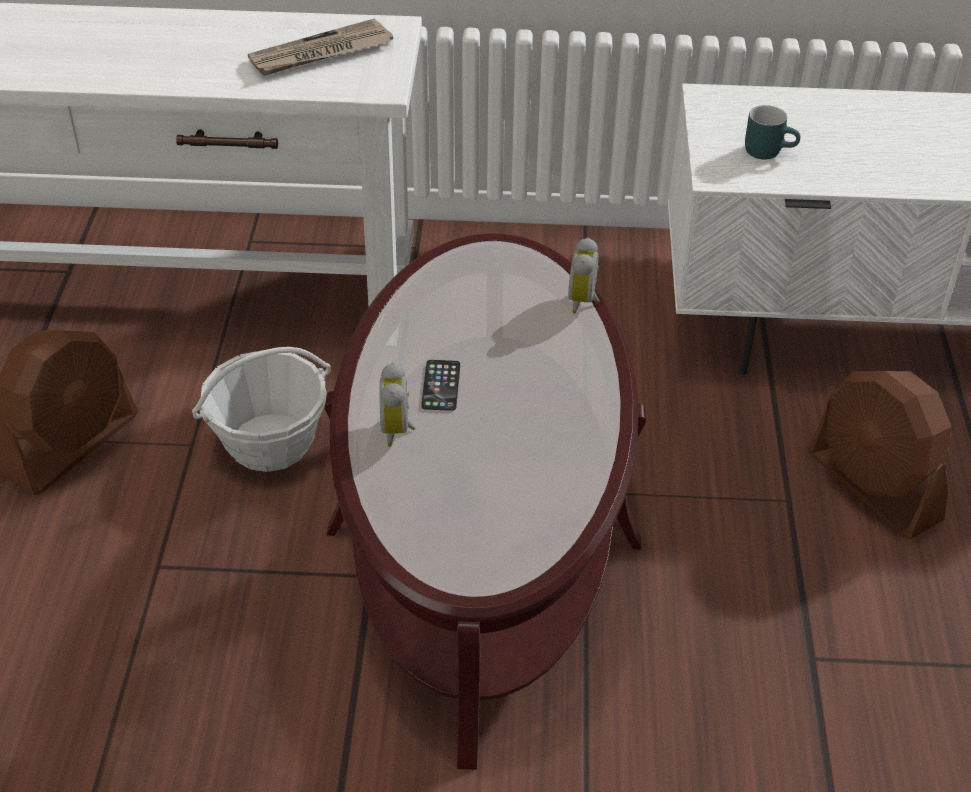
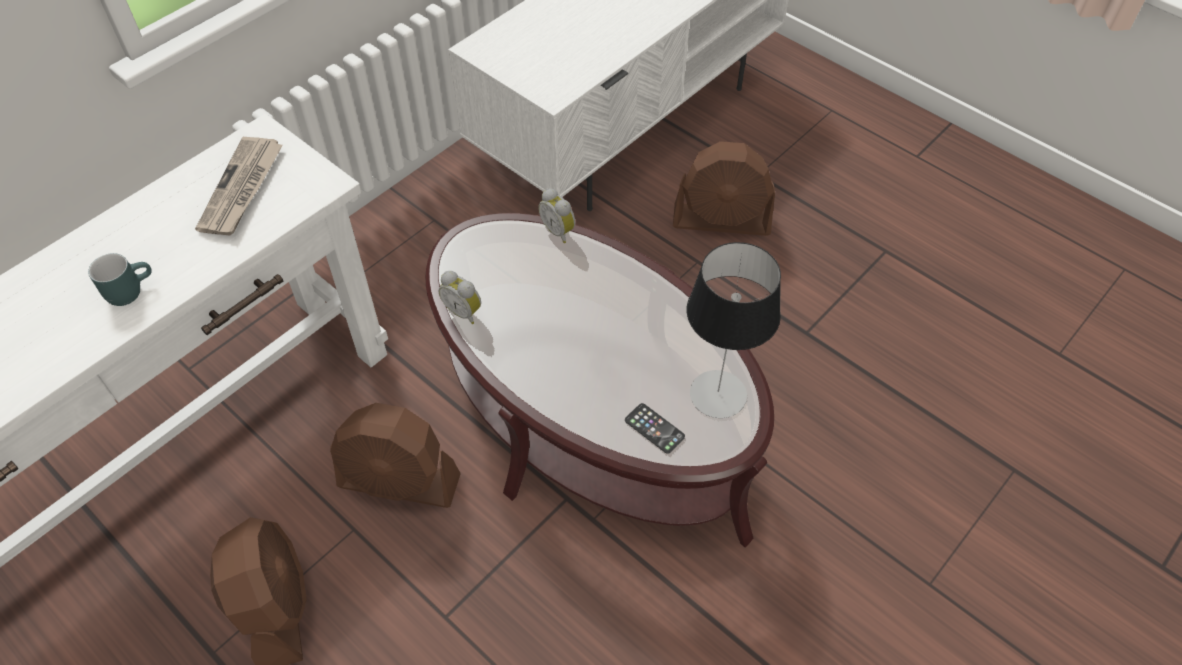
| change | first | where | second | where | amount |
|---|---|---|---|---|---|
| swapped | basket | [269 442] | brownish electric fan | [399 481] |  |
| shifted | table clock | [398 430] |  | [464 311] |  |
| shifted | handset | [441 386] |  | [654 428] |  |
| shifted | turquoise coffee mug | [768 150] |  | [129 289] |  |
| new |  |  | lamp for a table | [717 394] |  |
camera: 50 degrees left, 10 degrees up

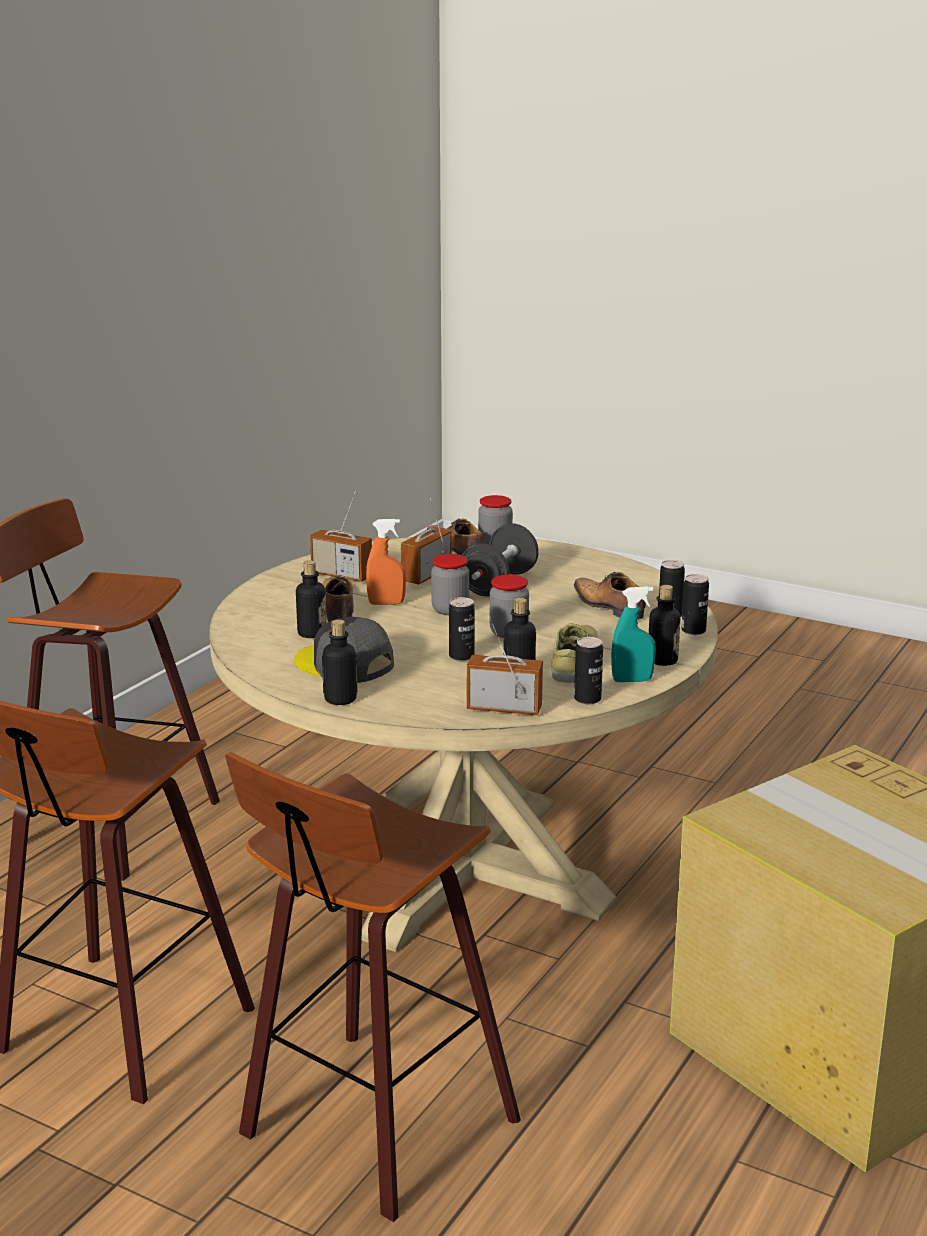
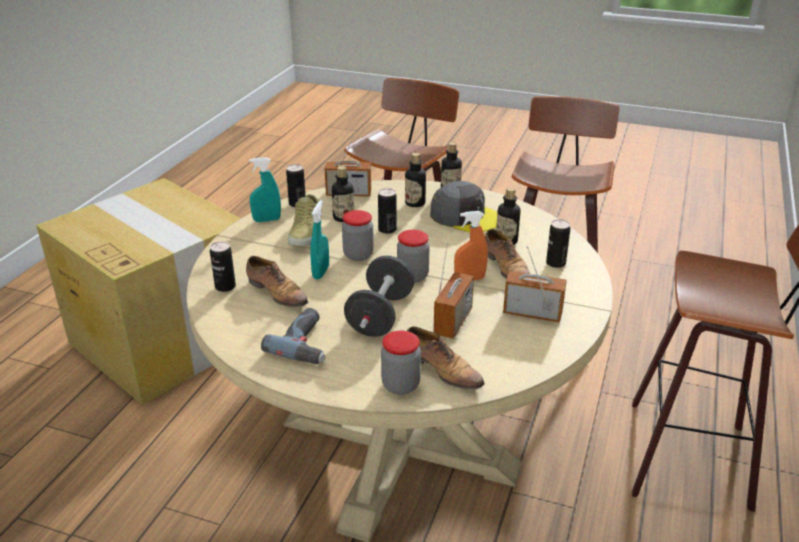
| change | first | where | second | where | amount |
|---|---|---|---|---|---|
| shifted | beverage bottle | [662 660] |  | [415 203] |  |
| shifted | metal can | [693 631] |  | [555 263] |  |
| new |  |  | electric drill | [307 343] |  |
| new |  |  | turquoise sprayer | [321 272] |  |
camera: 170 degrees right, 10 degrees up

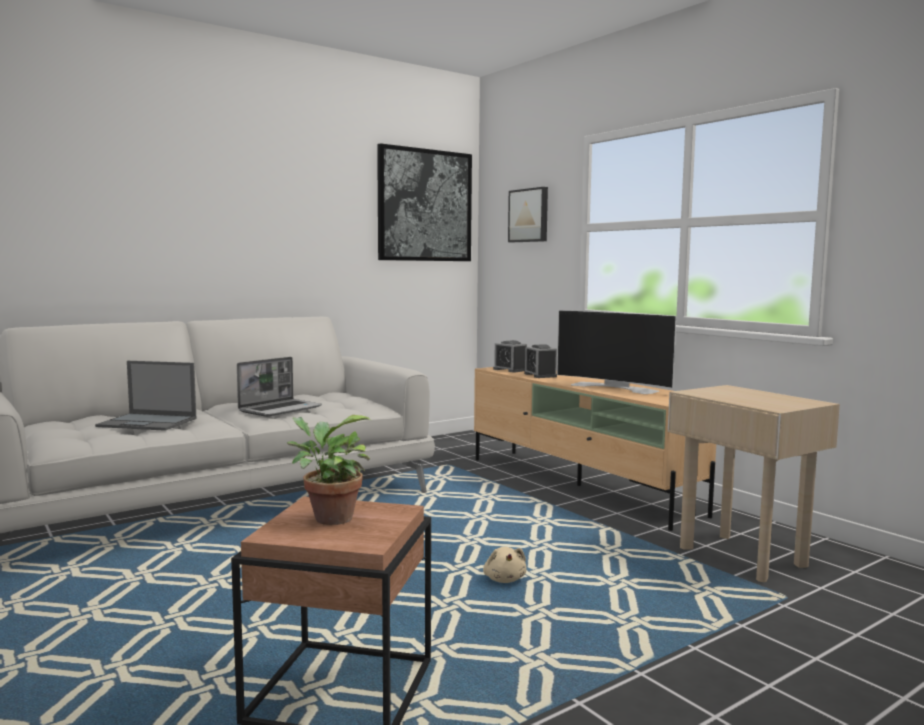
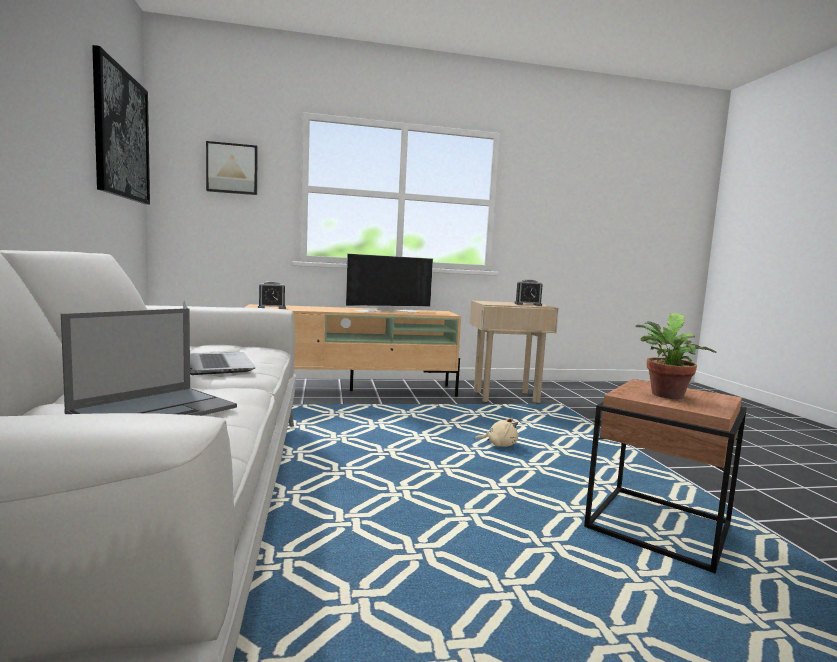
| change | first | where | second | where | amount |
|---|---|---|---|---|---|
| shifted | table clock | [540 375] |  | [528 304] |  |
camera: 65 degrees left, 0 degrees up

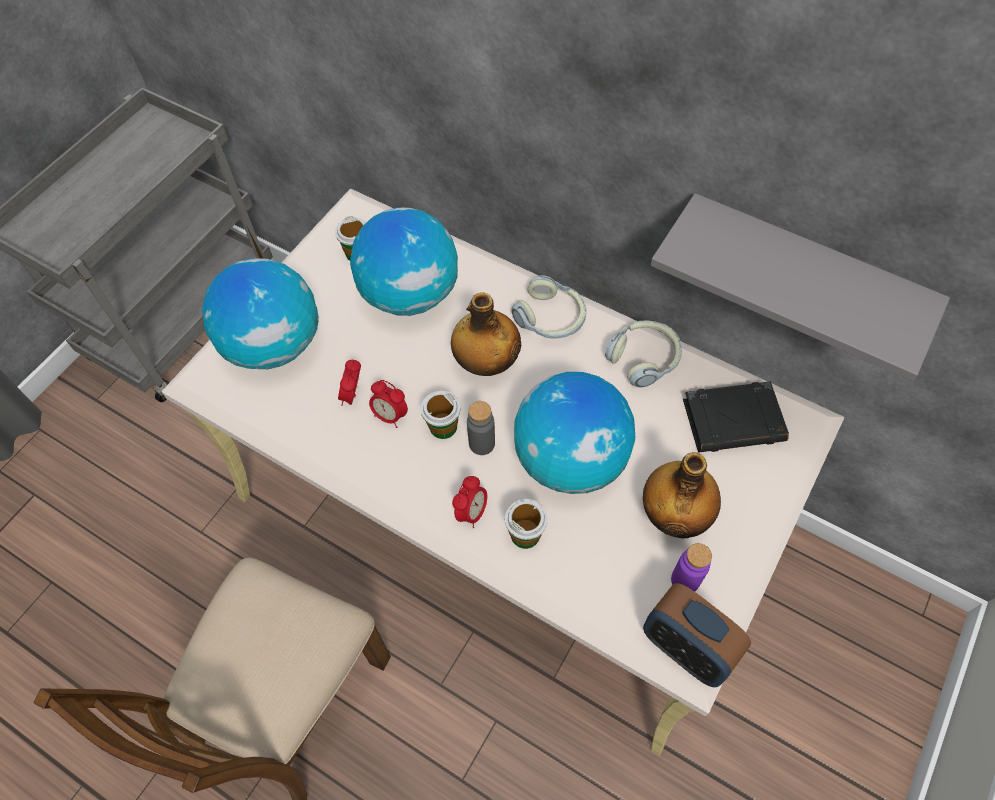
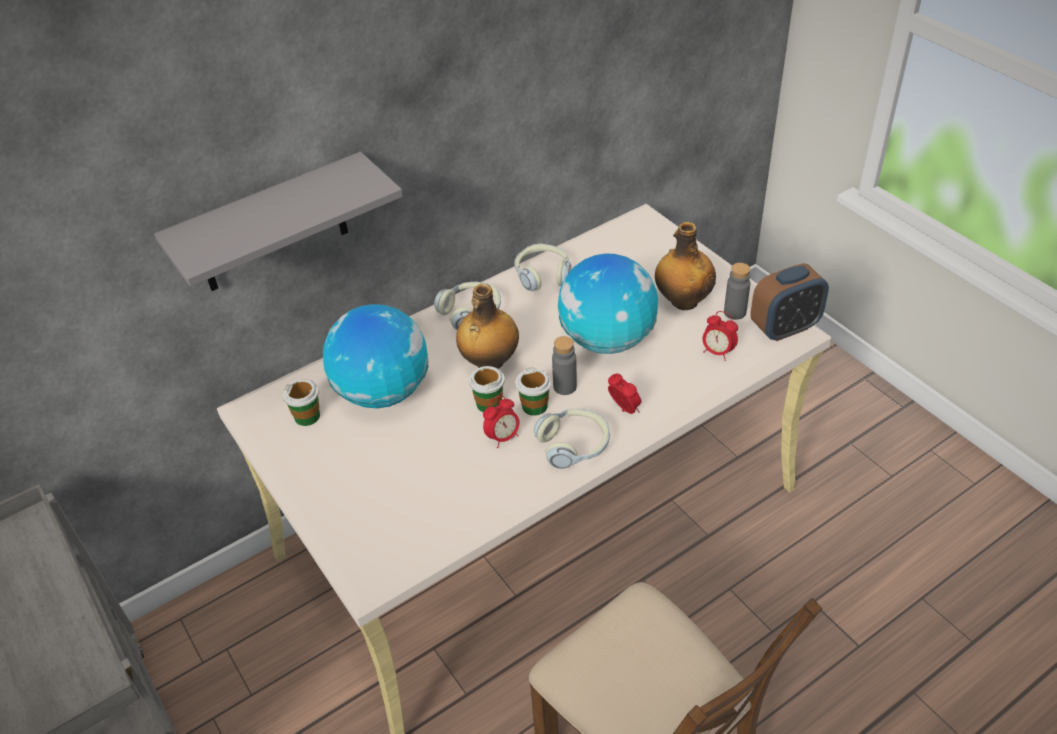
| change | first | where | second | where | amount |
|---|---|---|---|---|---|
| gone | world globe | [274 344] |  |  |  |
| shifted | table clock | [353 395] |  | [717 352] |  |
| shifted | drinking cup | [525 534] |  | [489 403] |  |
| shifted | greyish bracket shelf | [801 275] |  | [271 226] |  |
| repainted | purple beverage bottle | [685 580] | greyish beverage bottle | [735 312] |  |
| gone | blackish volume | [734 420] |  |  |  |
| new |  |  | pair of headphones | [574 445] |  |
camera: 65 degrees left, 15 degrees down

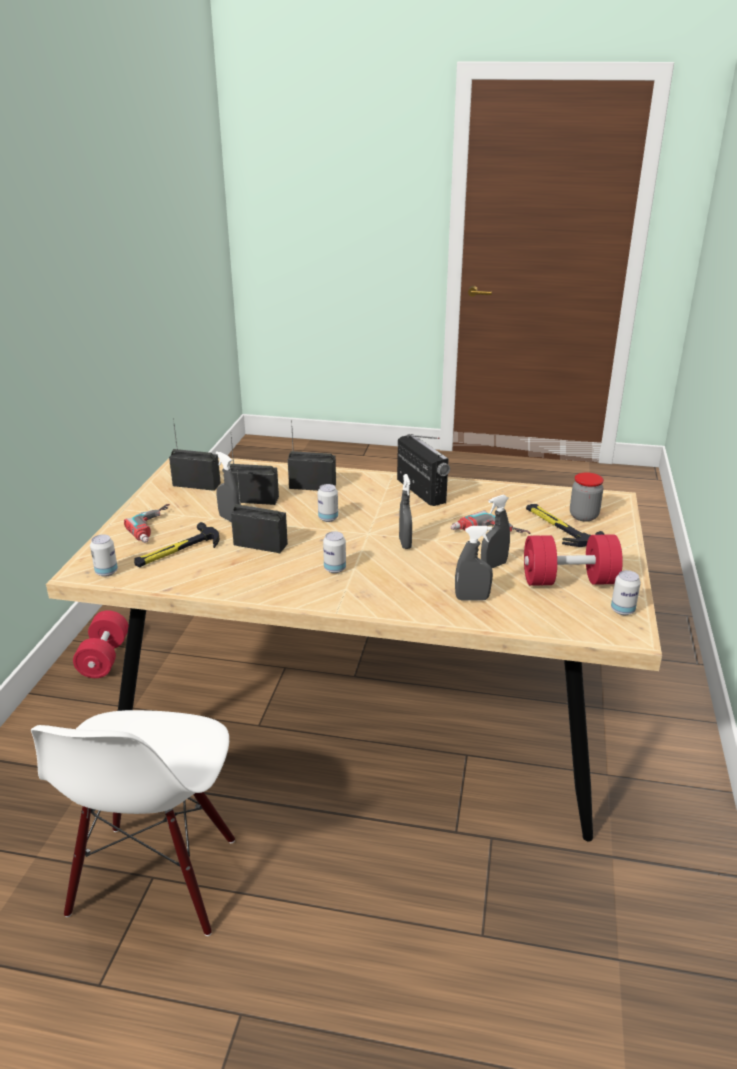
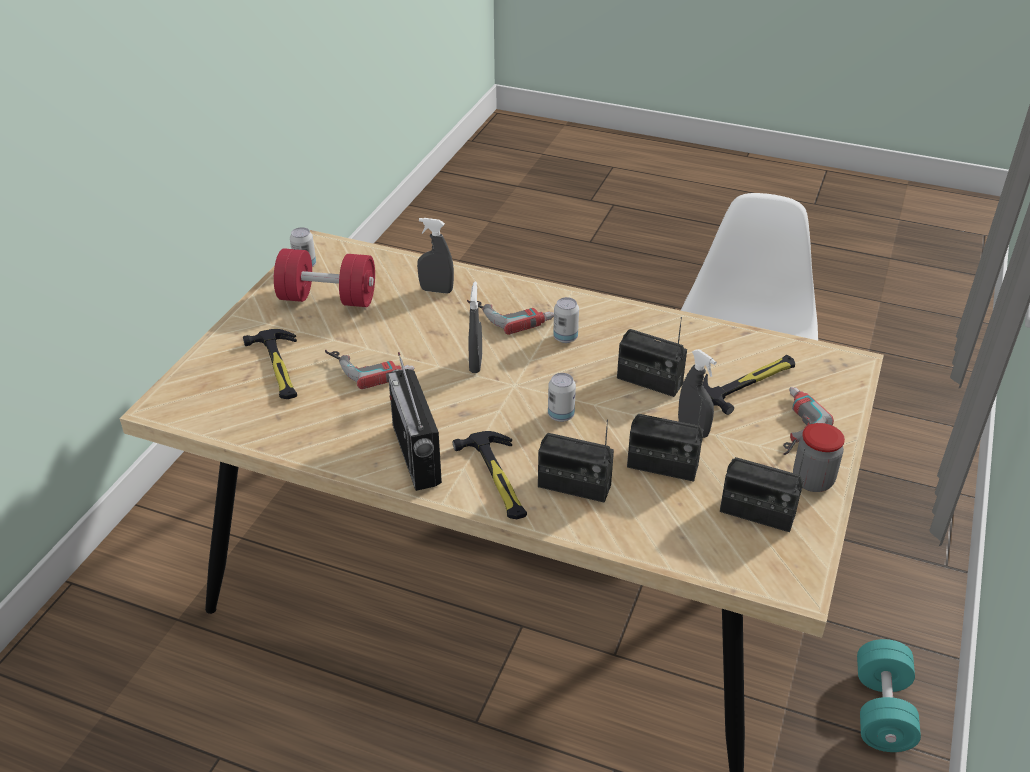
| change | first | where | second | where | amount |
|---|---|---|---|---|---|
| repainted | red-coloured dumbbell | [104 658] | turquoise dumbbell | [881 710] |  |
| gone | metal can | [106 572] |  |  |  |
| gone | greyish sprayer | [493 565] |  |  |  |
| shifted | storage jar | [583 516] |  | [812 481] |  |
| new |  |  | tool hammer | [498 478] |  |
| new |  |  | electric drill | [511 314] |  |
camera: 170 degrees left, 10 degrees up

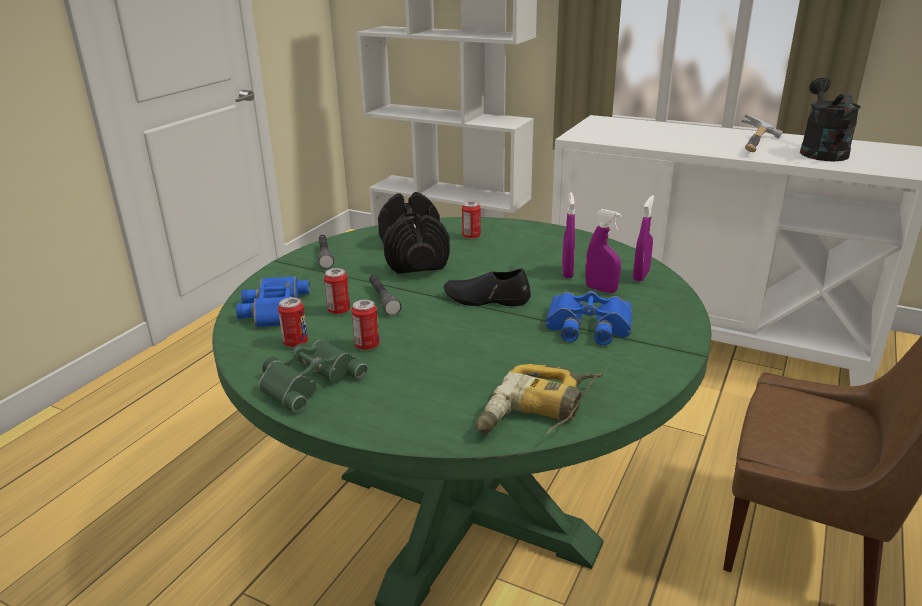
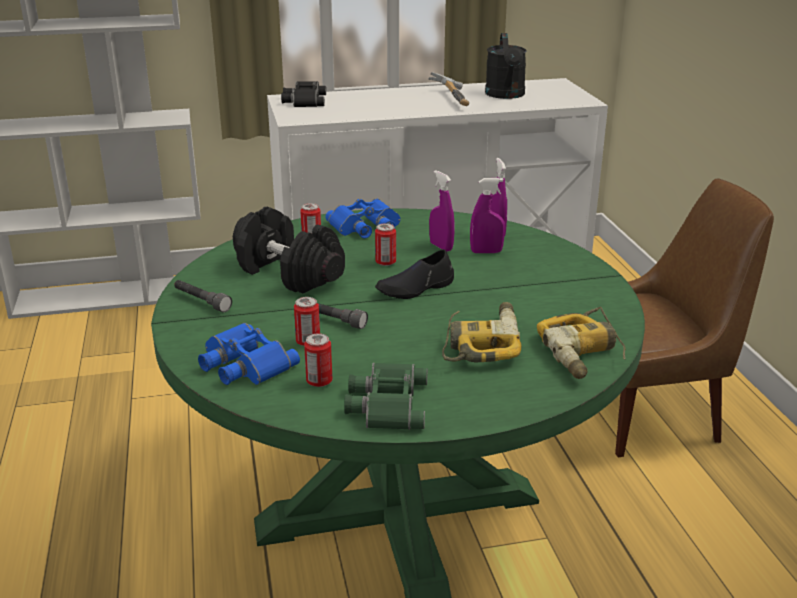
| change | first | where | second | where | amount |
|---|---|---|---|---|---|
| shifted | metal can | [367 345] |  | [385 262] |  |
| shifted | bluish pair of binoculars | [587 327] |  | [365 227] |  |
| rotated | blackish watering can | [821 151] |  | [506 95] | 150 degrees counterclockwise |
| new |  |  | blackish pair of binoculars | [303 100] |  |
| new |  |  | electric drill | [480 343] |  |
camera: 40 degrees left, 0 degrees up

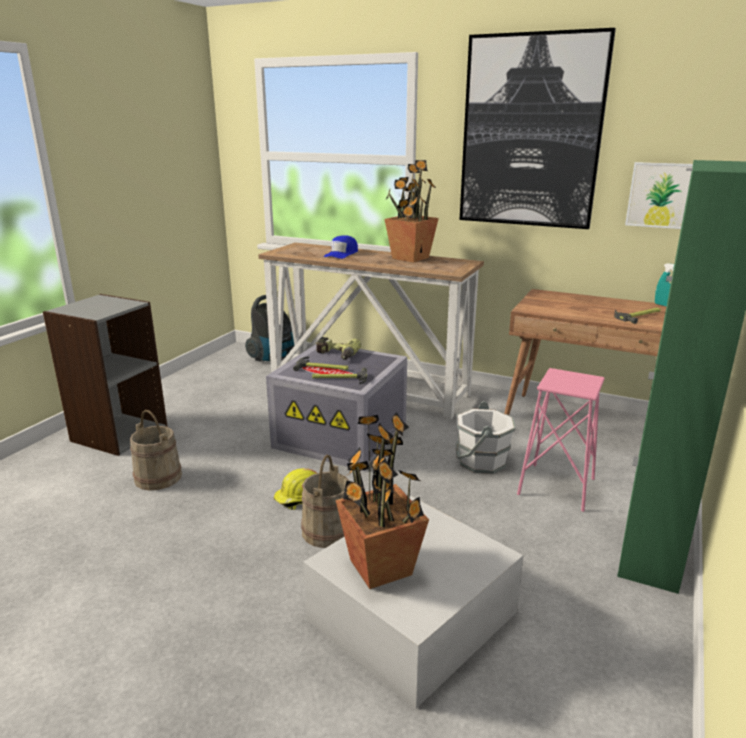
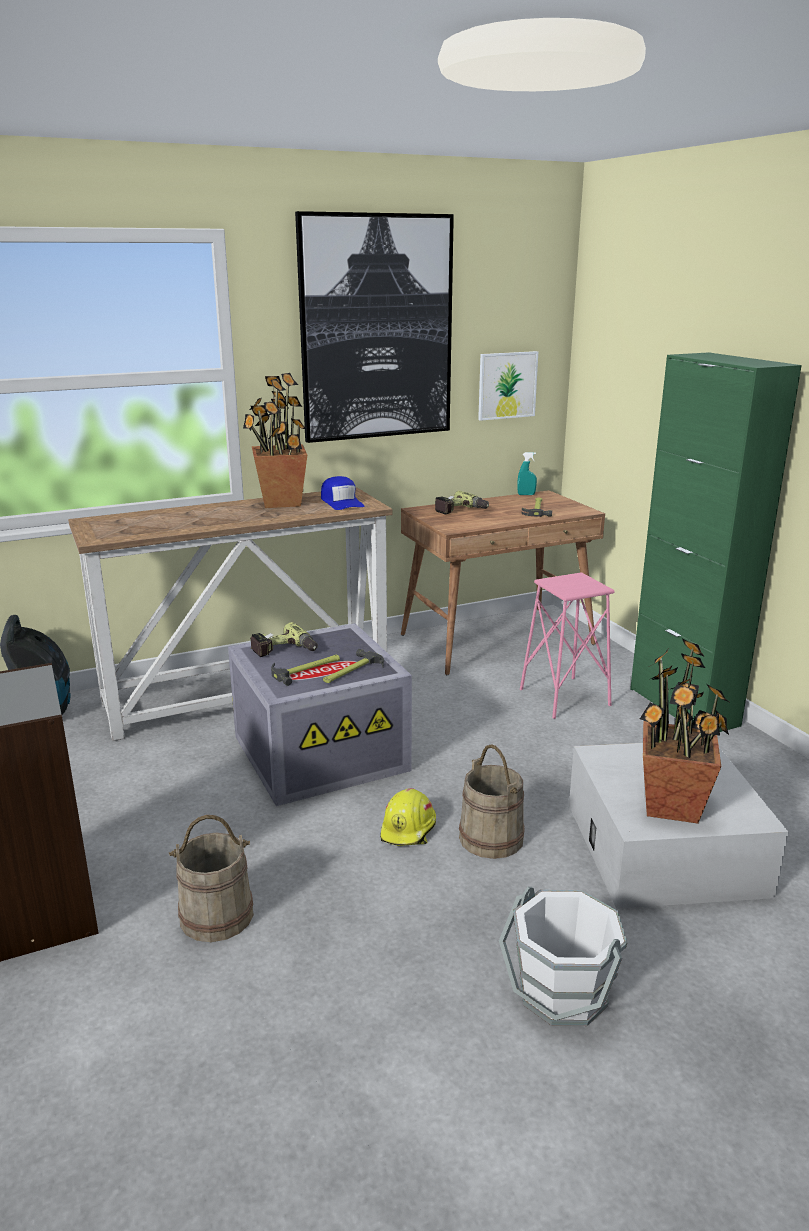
| change | first | where | second | where | amount |
|---|---|---|---|---|---|
| shifted | bluish baseball cap | [342 254] |  | [341 502] |  |
| shifted | white water bucket | [481 461] |  | [562 993] |  |
| new |  |  | electric drill | [461 510] |  |
camera: 50 degrees left, 0 degrees up

